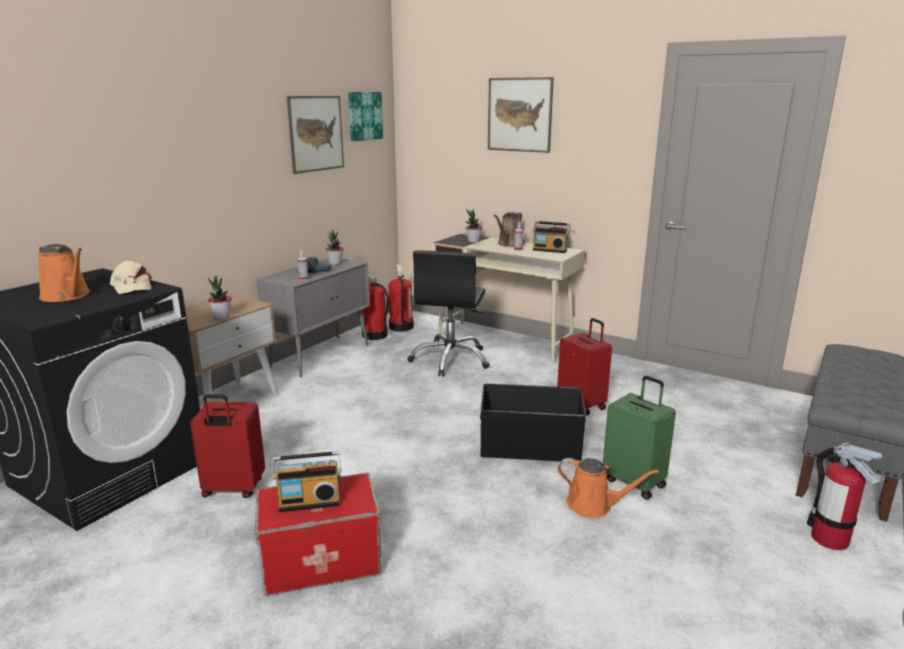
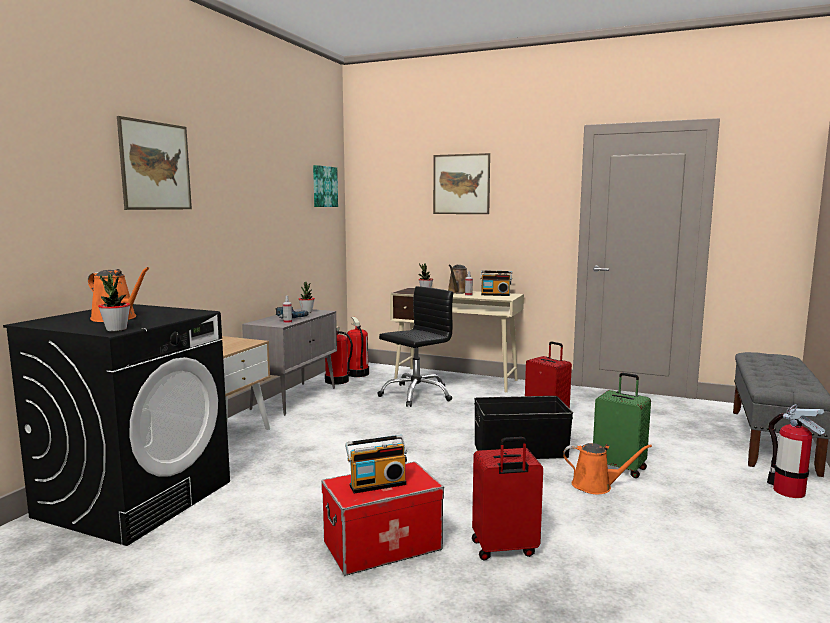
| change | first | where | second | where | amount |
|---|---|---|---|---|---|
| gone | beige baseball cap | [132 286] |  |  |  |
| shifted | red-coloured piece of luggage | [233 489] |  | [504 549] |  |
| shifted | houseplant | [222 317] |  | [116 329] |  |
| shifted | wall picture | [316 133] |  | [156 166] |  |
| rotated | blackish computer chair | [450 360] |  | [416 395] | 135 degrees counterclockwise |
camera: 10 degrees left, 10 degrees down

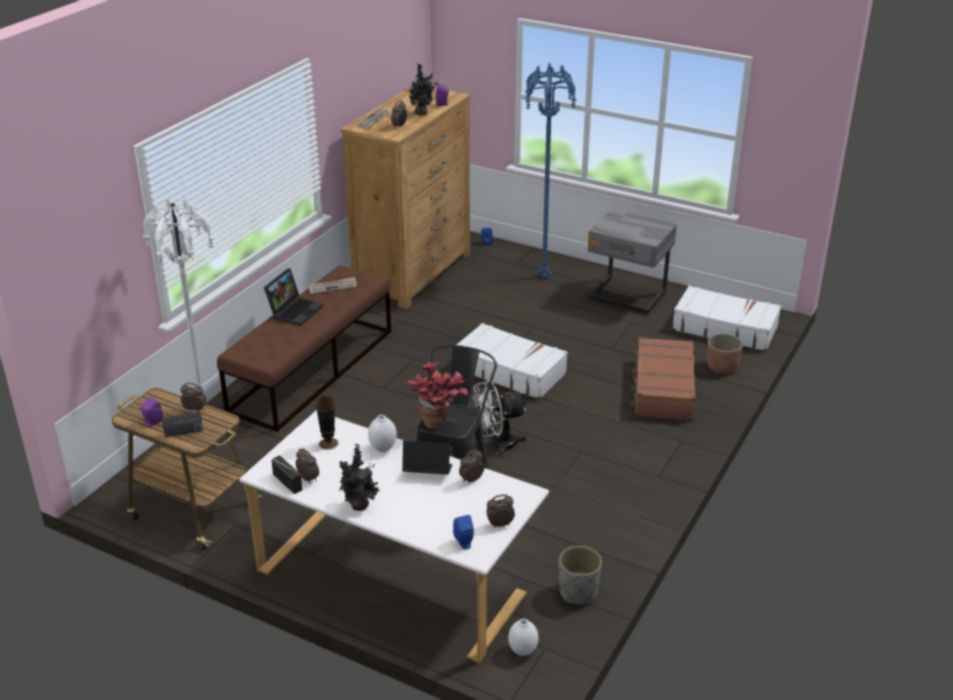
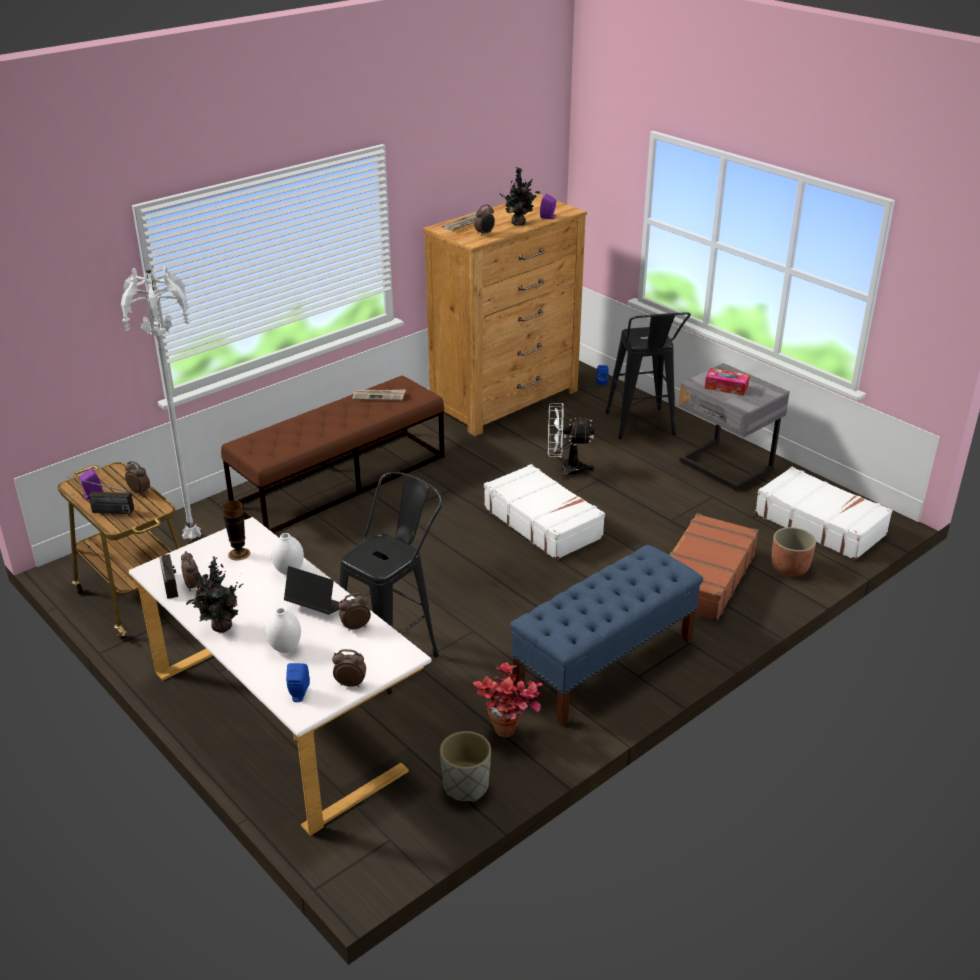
| change | first | where | second | where | amount |
|---|---|---|---|---|---|
| gone | portable computer | [295 310] |  |  |  |
| shifted | houseplant | [440 426] |  | [510 735] |  |
| shifted | white electric fan | [498 445] |  | [565 469] |  |
| shifted | white decorative vase | [522 650] |  | [285 647] |  |
| swapped | bluish floor lamp | [542 276] | blackish stool seat | [642 428] |  |
| new |  |  | bluish long seat | [604 665] |  |
| new |  |  | tissue box | [726 387] |  |
camera: 20 degrees right, 0 degrees up

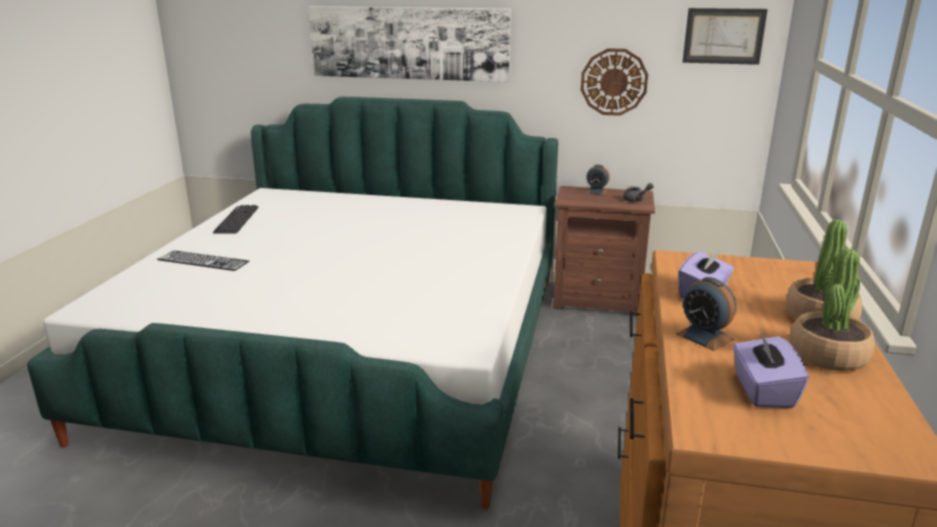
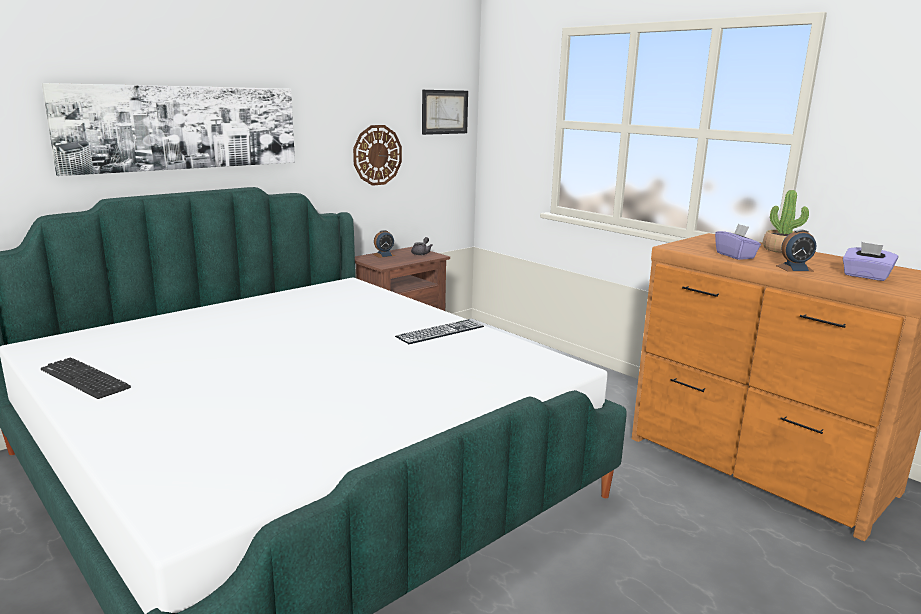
| change | first | where | second | where | amount |
|---|---|---|---|---|---|
| shifted | keyboard | [203 261] |  | [440 331] |  |
| gone | houseplant | [828 355] |  |  |  |
camera: 55 degrees left, 5 degrees down

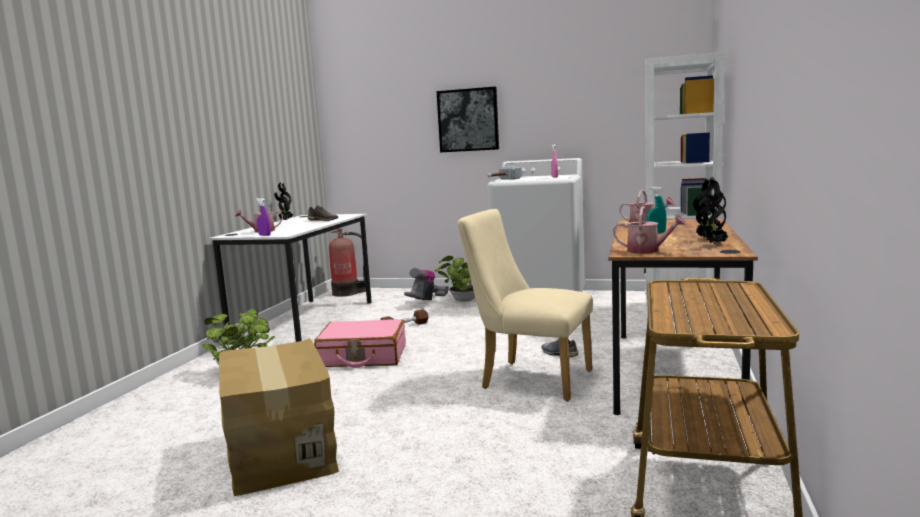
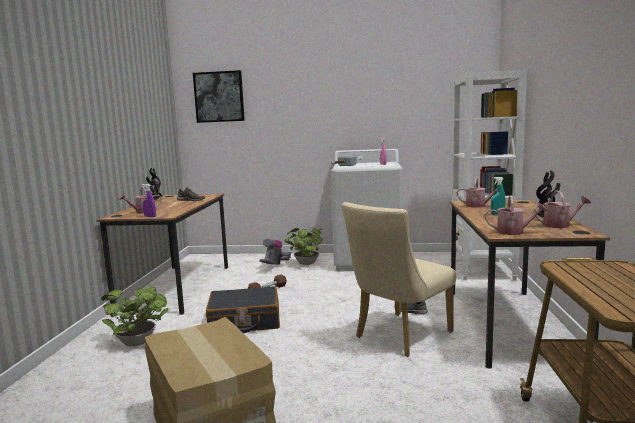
| change | first | where | second | where | amount |
|---|---|---|---|---|---|
| repainted | white desk table | [306 321] | brownish desk table | [177 287] |  |
| repainted | pinkish piece of luggage | [363 356] | blackish piece of luggage | [244 321] |  |
| gone | extinguisher | [348 293] |  |  |  |
| shifted | wall picture | [468 120] |  | [219 97] |  |
| rotated | beige chair | [529 379] |  | [398 336] | 60 degrees counterclockwise |
| swapped | houseplant | [715 244] | watering can | [560 225] |  |
camera: 10 degrees left, 0 degrees up

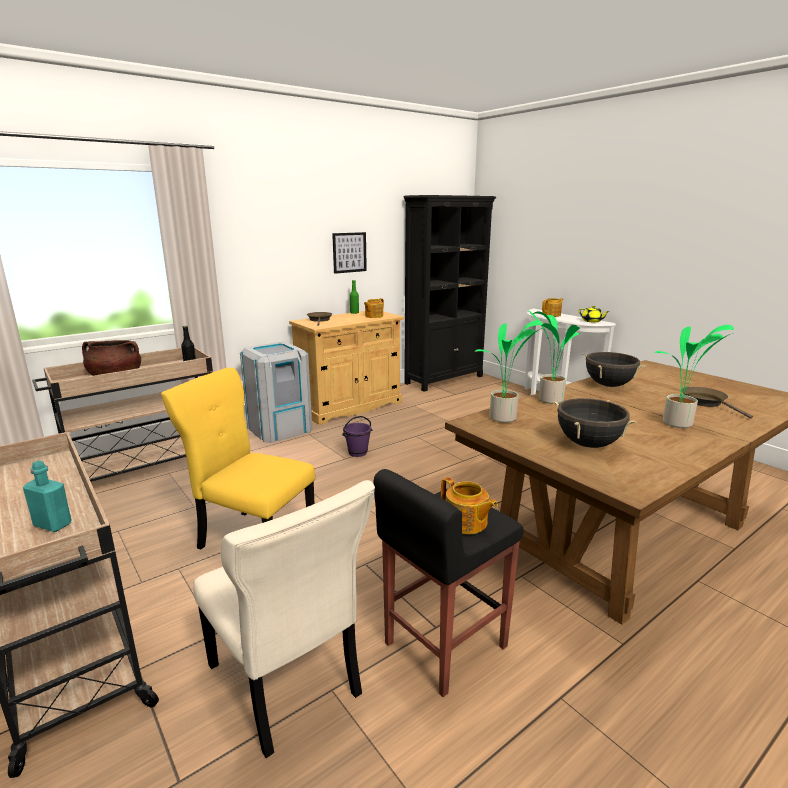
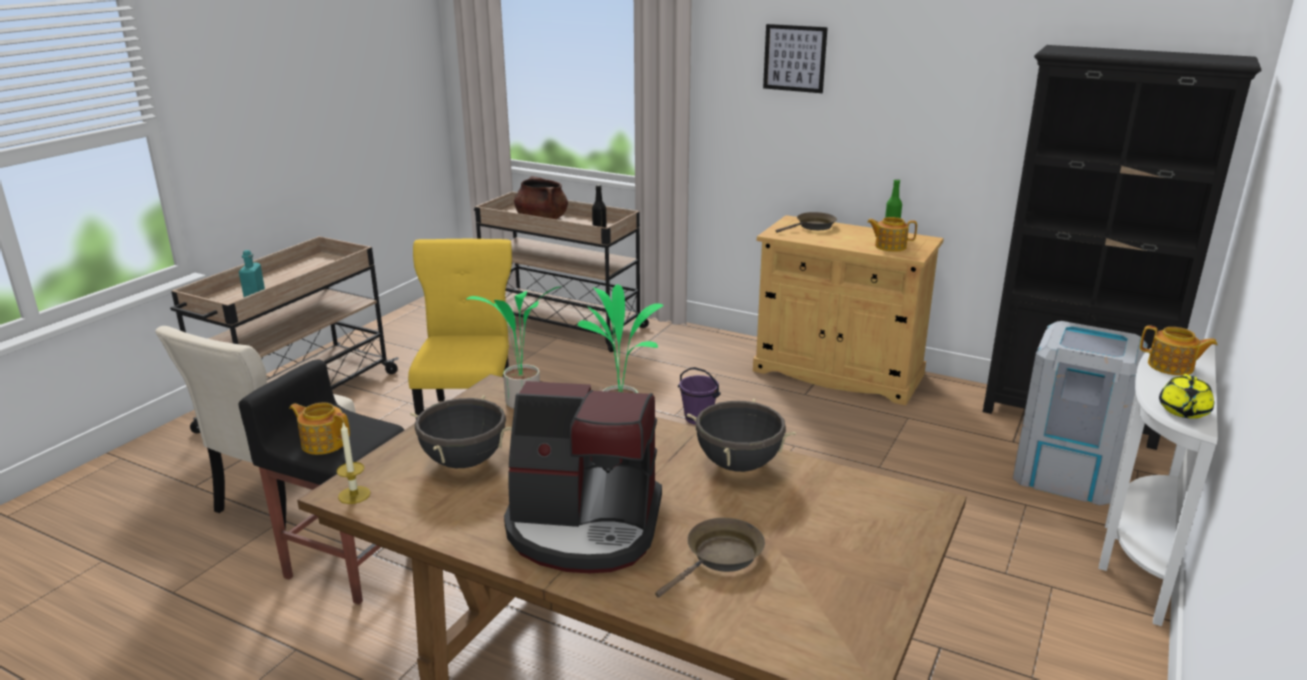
| change | first | where | second | where | amount |
|---|---|---|---|---|---|
| shifted | greyish waste bin | [279 428] |  | [1066 472] |  |
| shifted | wall picture | [349 252] |  | [794 58] |  |
| rotated | tea pot | [466 523] |  | [323 443] | 90 degrees clockwise |
| swapped | houseplant | [679 424] | coffee brewer | [584 527] |  |
| new |  |  | candle | [354 495] |  |
camera: 65 degrees right, 5 degrees up

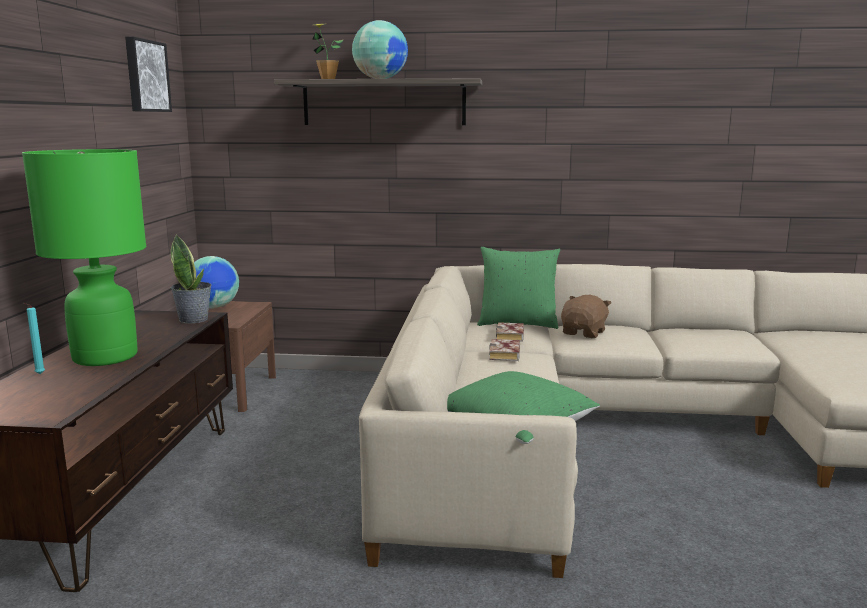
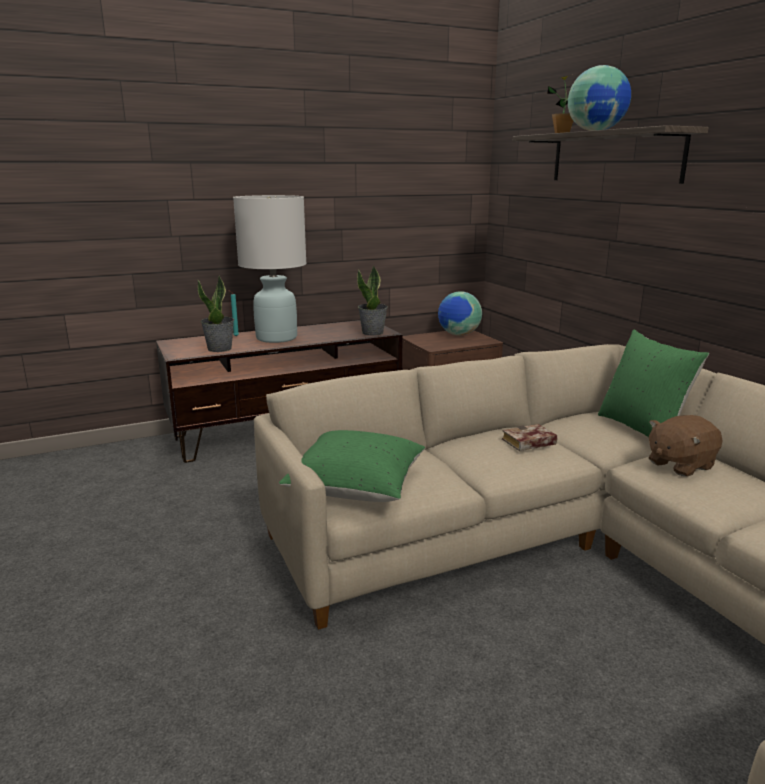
| change | first | where | second | where | amount |
|---|---|---|---|---|---|
| repainted | green-coloured lamp for a table | [105 357] | white lamp for a table | [276 338] |  |
| gone | wall picture | [146 76] |  |  |  |
| gone | volume | [511 336] |  |  |  |
| rotated | brownish plush toy | [584 333] |  | [679 464] | 150 degrees clockwise |
| new |  |  | houseplant | [220 349] |  |
camera: 60 degrees right, 5 degrees up

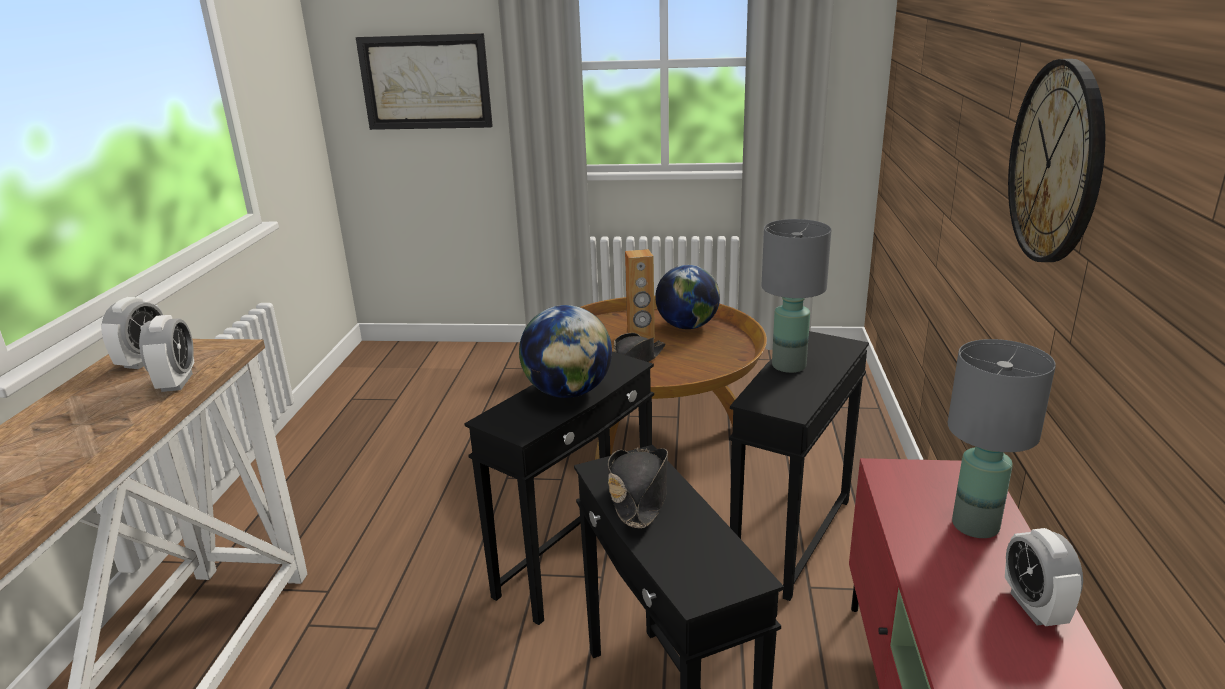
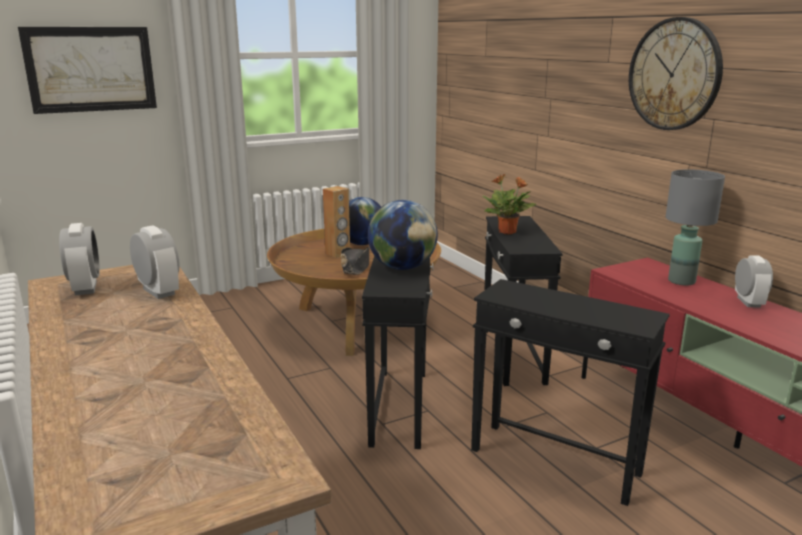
| change | first | where | second | where | amount |
|---|---|---|---|---|---|
| gone | blackish clothing hat | [639 494] |  |  |  |
| swapped | greyish lamp for a table | [788 366] | houseplant | [508 232] |  |
| rotated | table clock | [1034 607] |  | [748 302] | 135 degrees counterclockwise |
camera: 35 degrees left, 5 degrees down

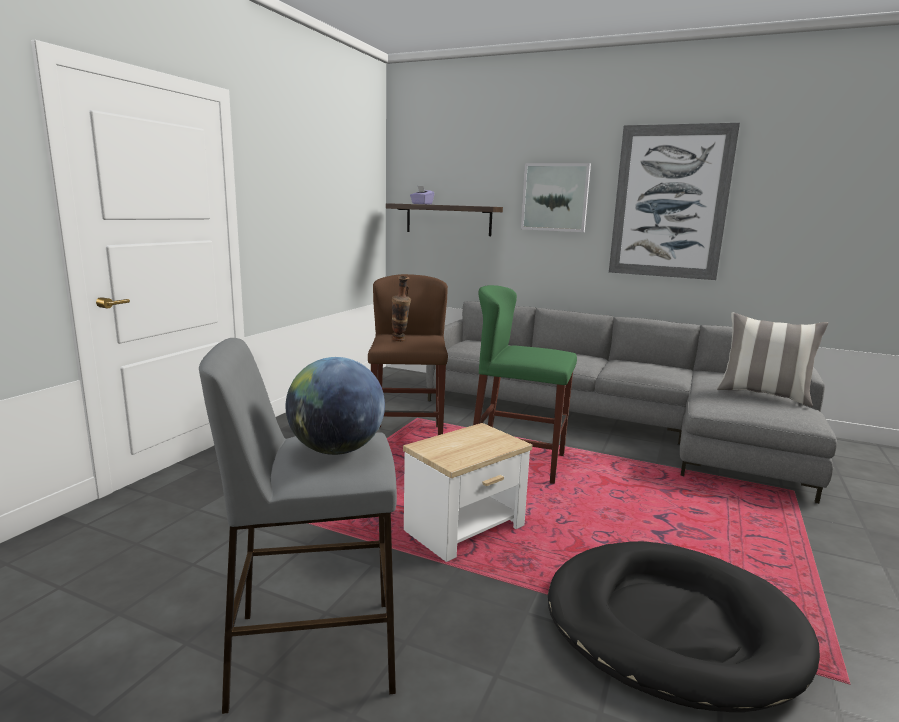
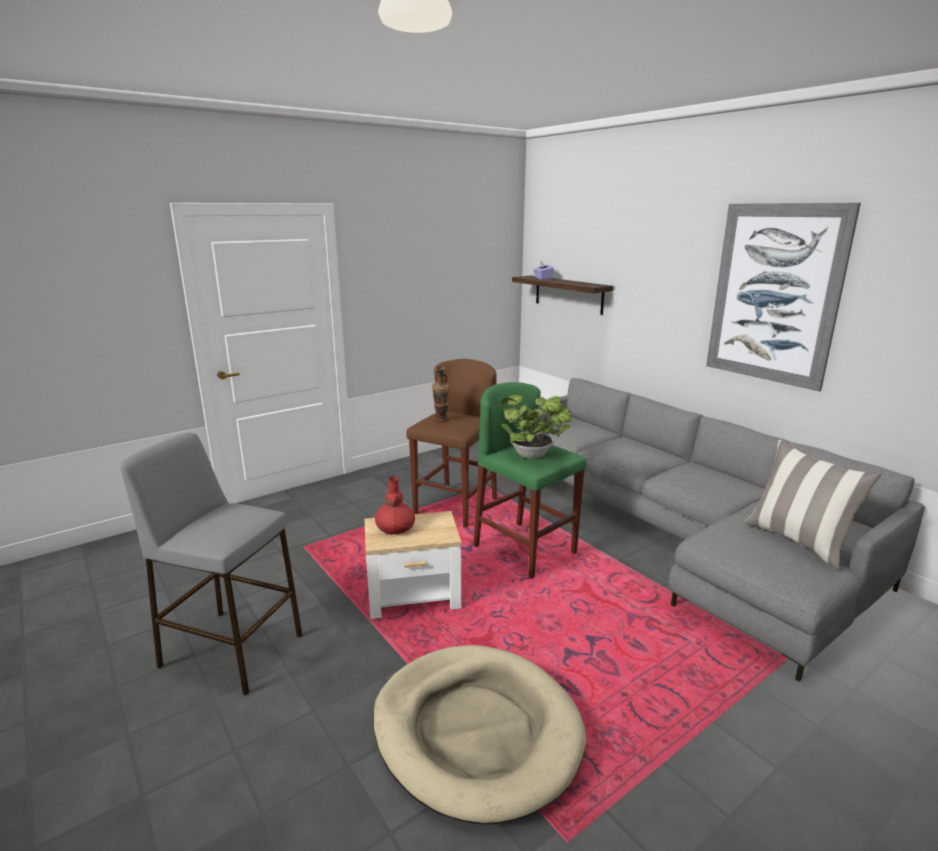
| change | first | where | second | where | amount |
|---|---|---|---|---|---|
| gone | world globe | [336 450] |  |  |  |
| gone | wall picture | [555 197] |  |  |  |
| repainted | blackish dog bed | [671 626] | beige dog bed | [476 732] |  |
| new |  |  | red-coloured decorative vase | [395 528] |  |
| new |  |  | houseplant | [534 456] |  |
camera: 30 degrees right, 5 degrees up

